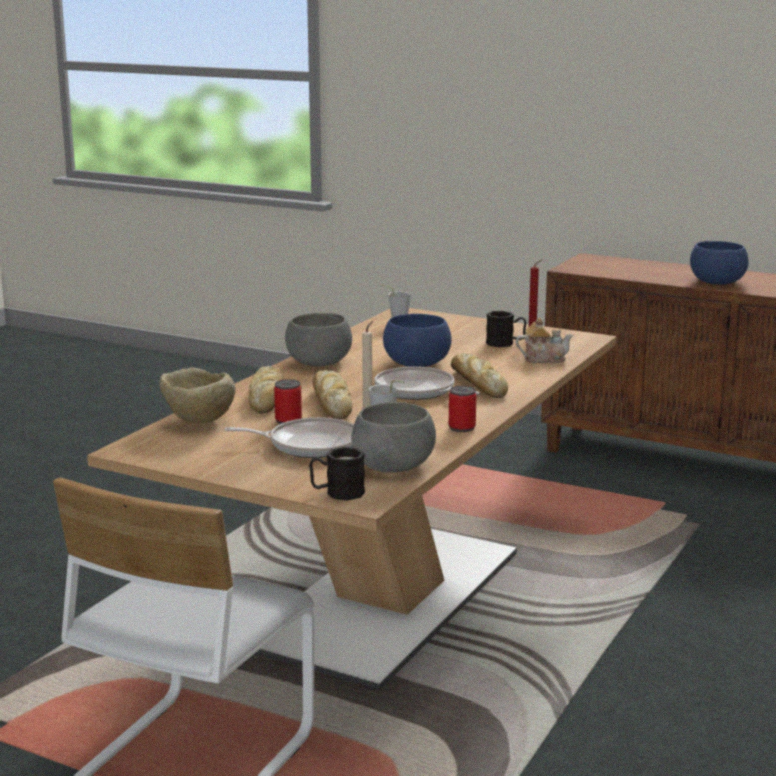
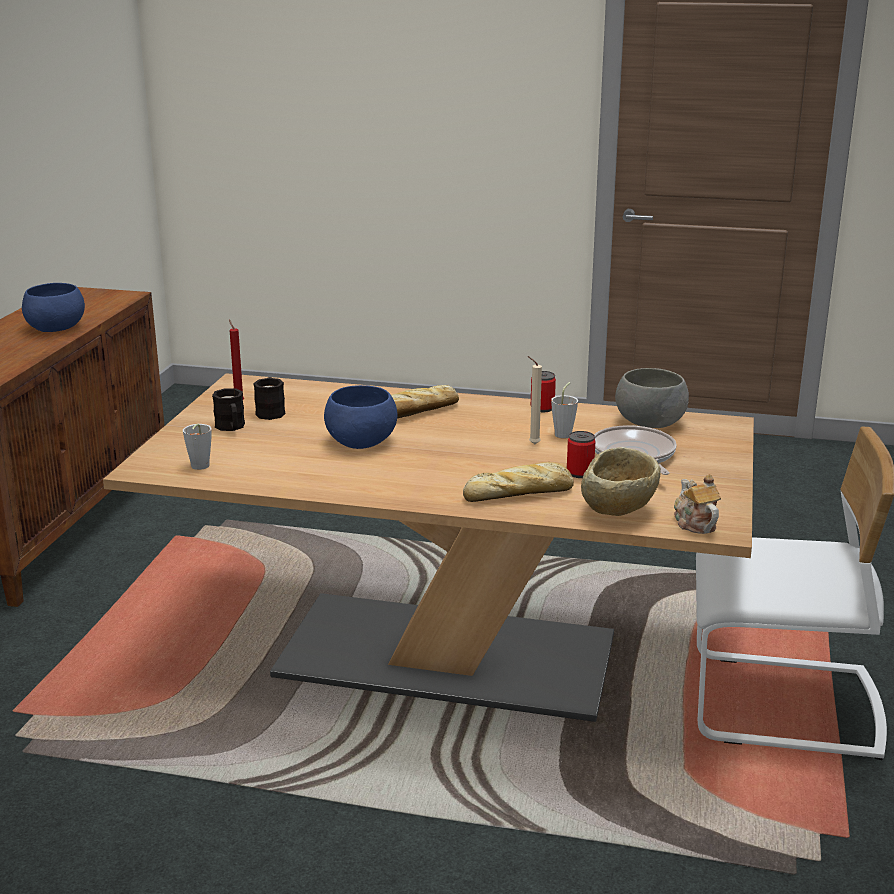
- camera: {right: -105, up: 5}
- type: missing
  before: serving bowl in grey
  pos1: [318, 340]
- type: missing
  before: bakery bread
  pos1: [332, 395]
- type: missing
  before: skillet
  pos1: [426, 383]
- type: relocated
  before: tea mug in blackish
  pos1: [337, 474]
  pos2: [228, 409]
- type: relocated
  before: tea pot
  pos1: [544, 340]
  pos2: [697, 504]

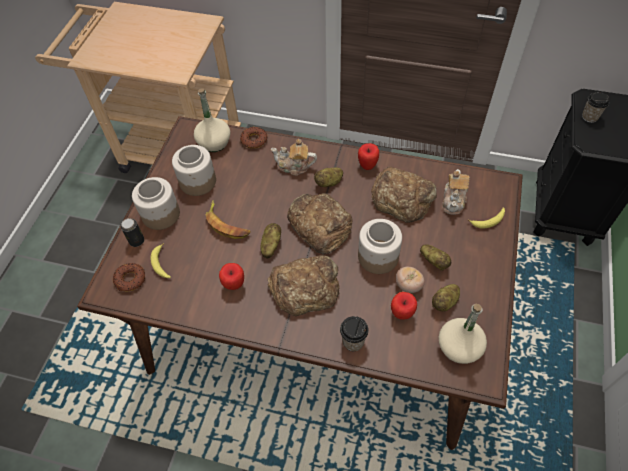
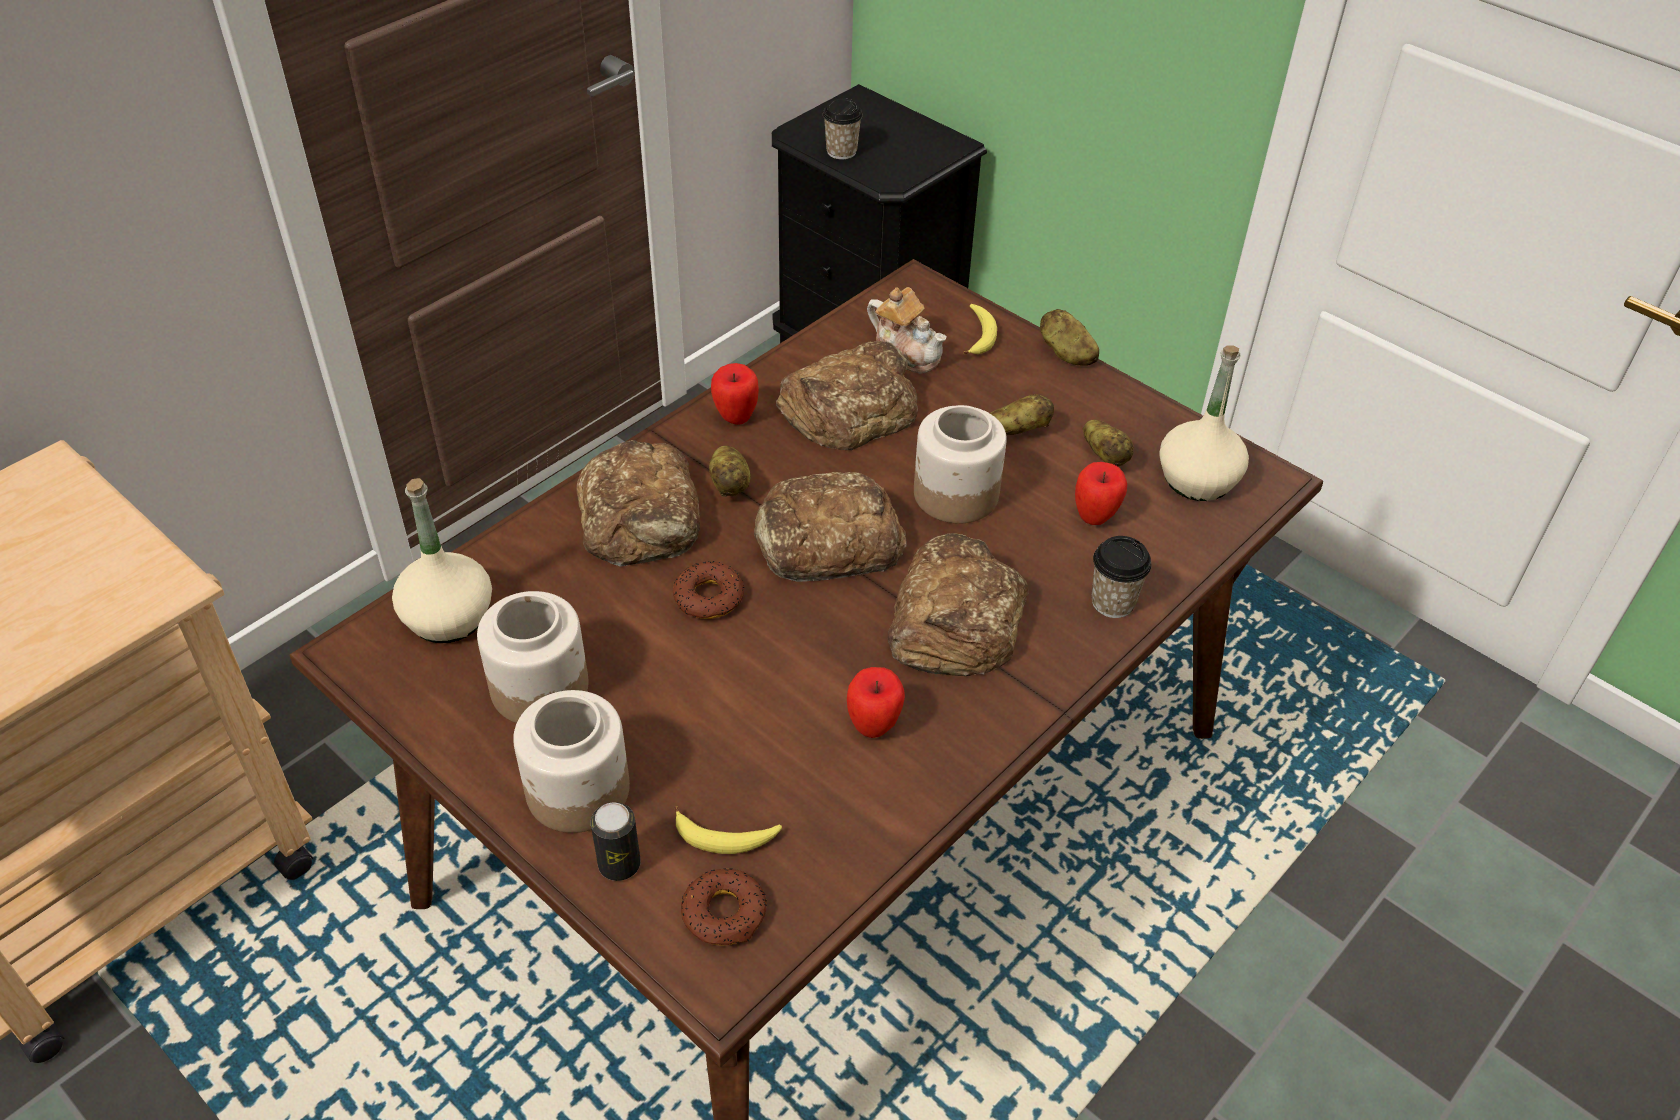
- camera: {right: -65, up: -10}
- type: missing
  before: whole banana
  pos1: [228, 219]
- type: missing
  before: whole tomato
  pos1: [410, 279]
- type: relocated
  before: donut
  pos1: [253, 138]
  pos2: [708, 590]
- type: relocated
  before: potato
  pos1: [270, 241]
  pos2: [1069, 337]
- type: exchanged
  before: tea pot
  after: bakery bread
  pos1: [294, 157]
  pos2: [638, 503]

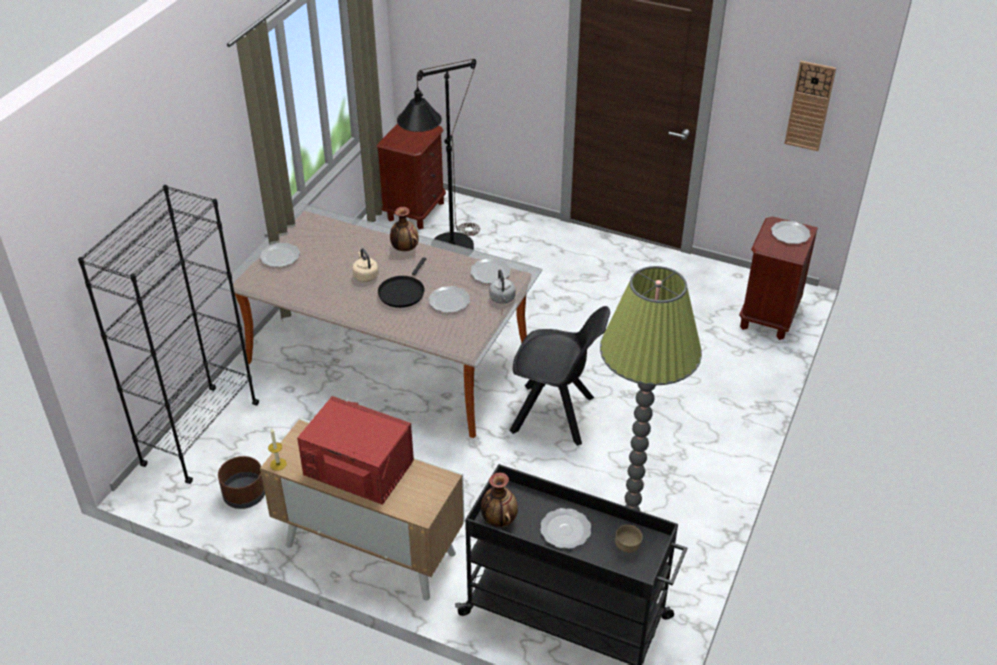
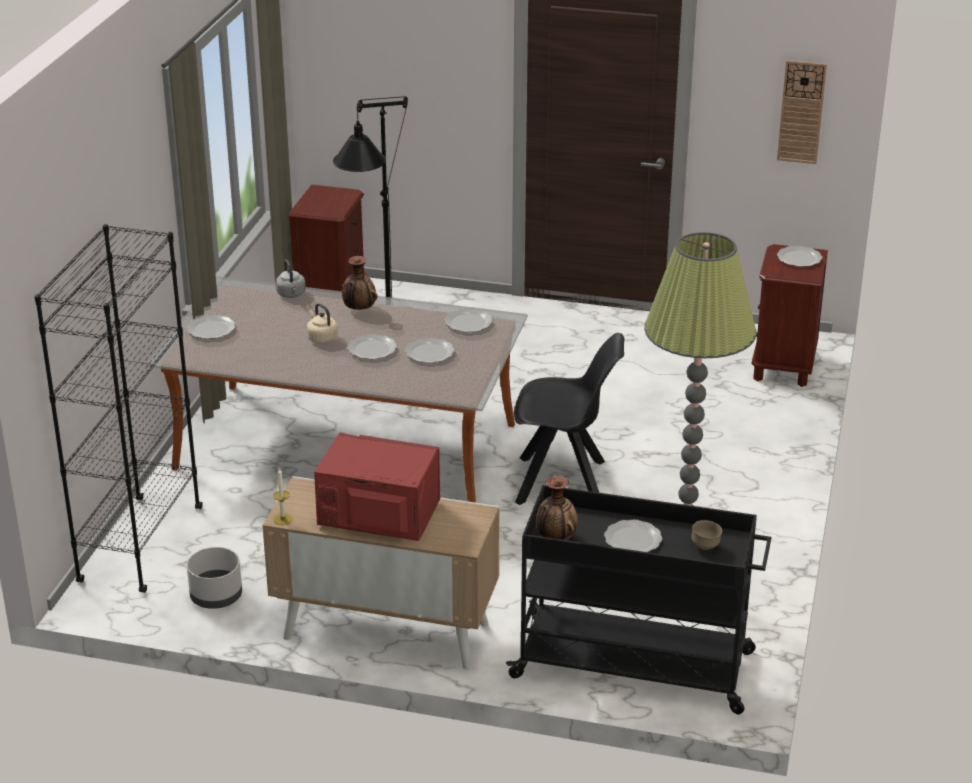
- camera: {right: -10, up: -10}
- type: relocated
  before: tea kettle in grey
  pos1: [502, 286]
  pos2: [291, 278]
- type: exchanged
  before: skillet in blackish
  after: dinner plate
  pos1: [402, 282]
  pos2: [372, 346]
- type: colour
  before: flower pot in brown
  after: flower pot in grey
  pos1: [241, 482]
  pos2: [214, 578]

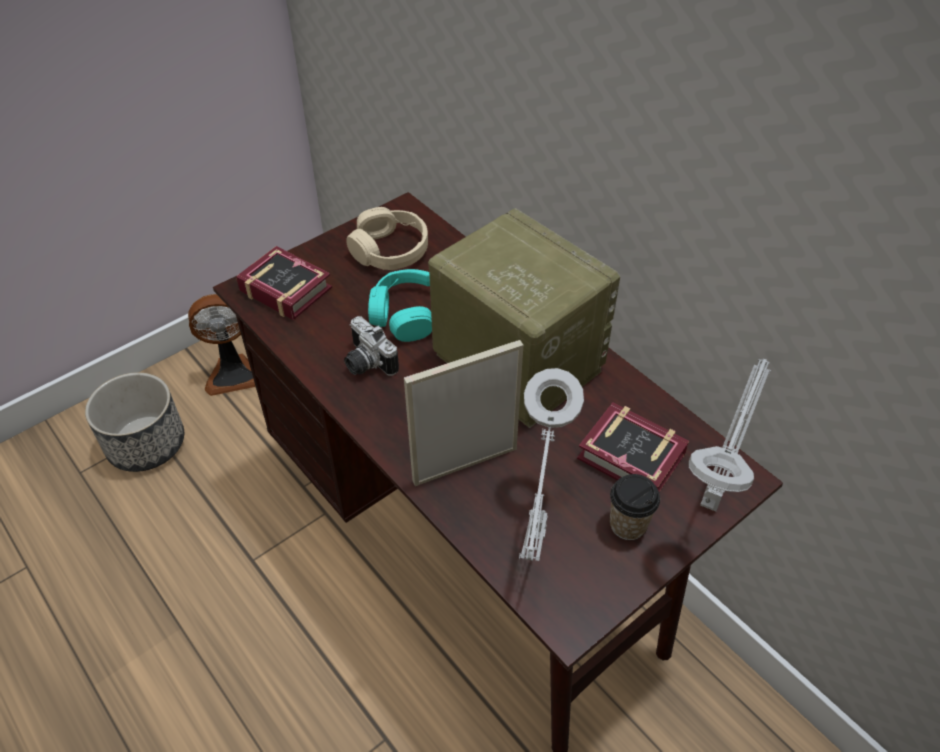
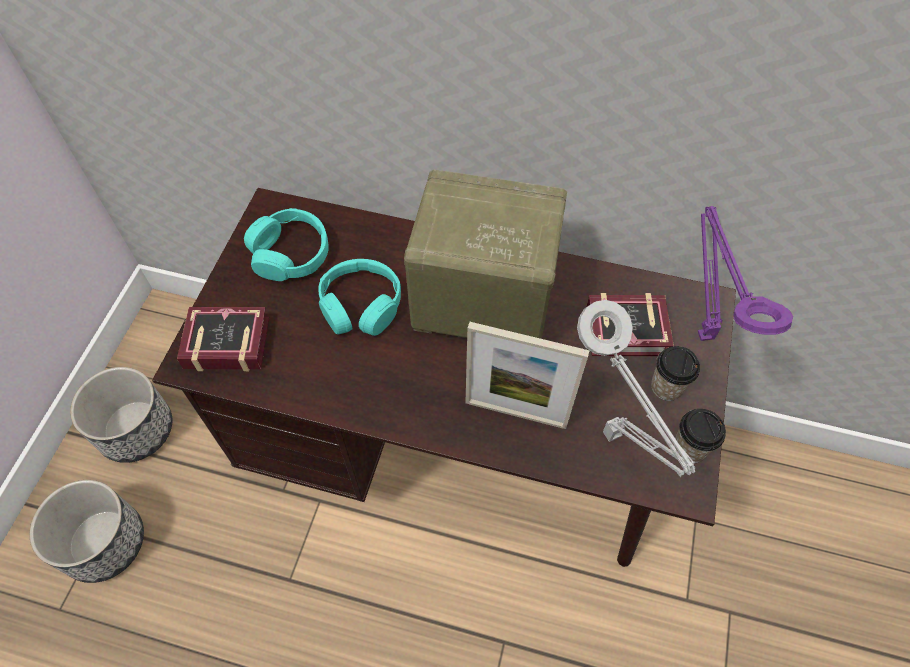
- camera: {right: -35, up: 10}
- type: missing
  before: still camera
  pos1: [371, 346]
- type: appeared
  after: drinking cup
  pos2: [699, 436]
- type: exchanged
  before: fan
  after: flower pot
  pos1: [222, 345]
  pos2: [121, 415]
- type: colour
  before: headset in sand-coloured
  after: headset in blue-green
  pos1: [387, 238]
  pos2: [286, 244]
- type: colour
  before: tabletop lamp in grey
  after: tabletop lamp in purplish
  pos1: [730, 435]
  pos2: [745, 273]
- type: spun
  before: photo frame
  pos1: [463, 413]
  pos2: [527, 375]
  turn: -105

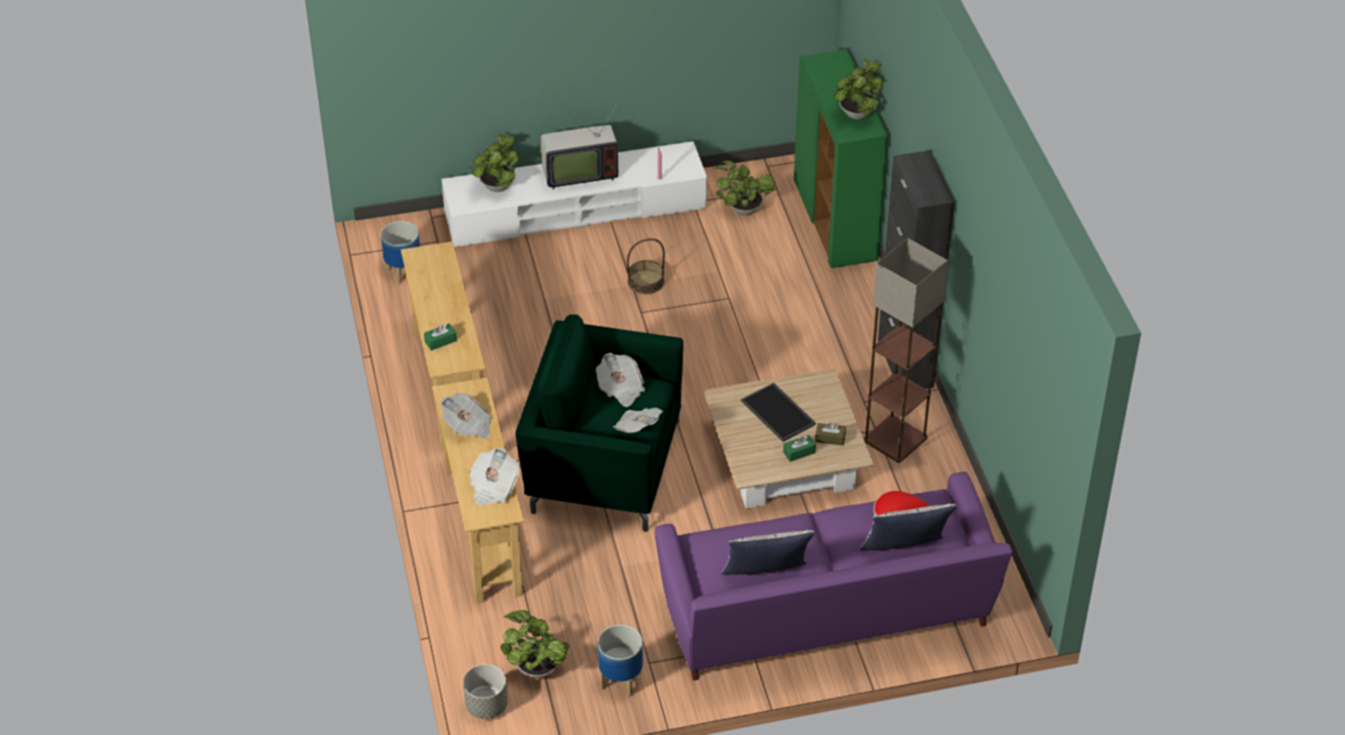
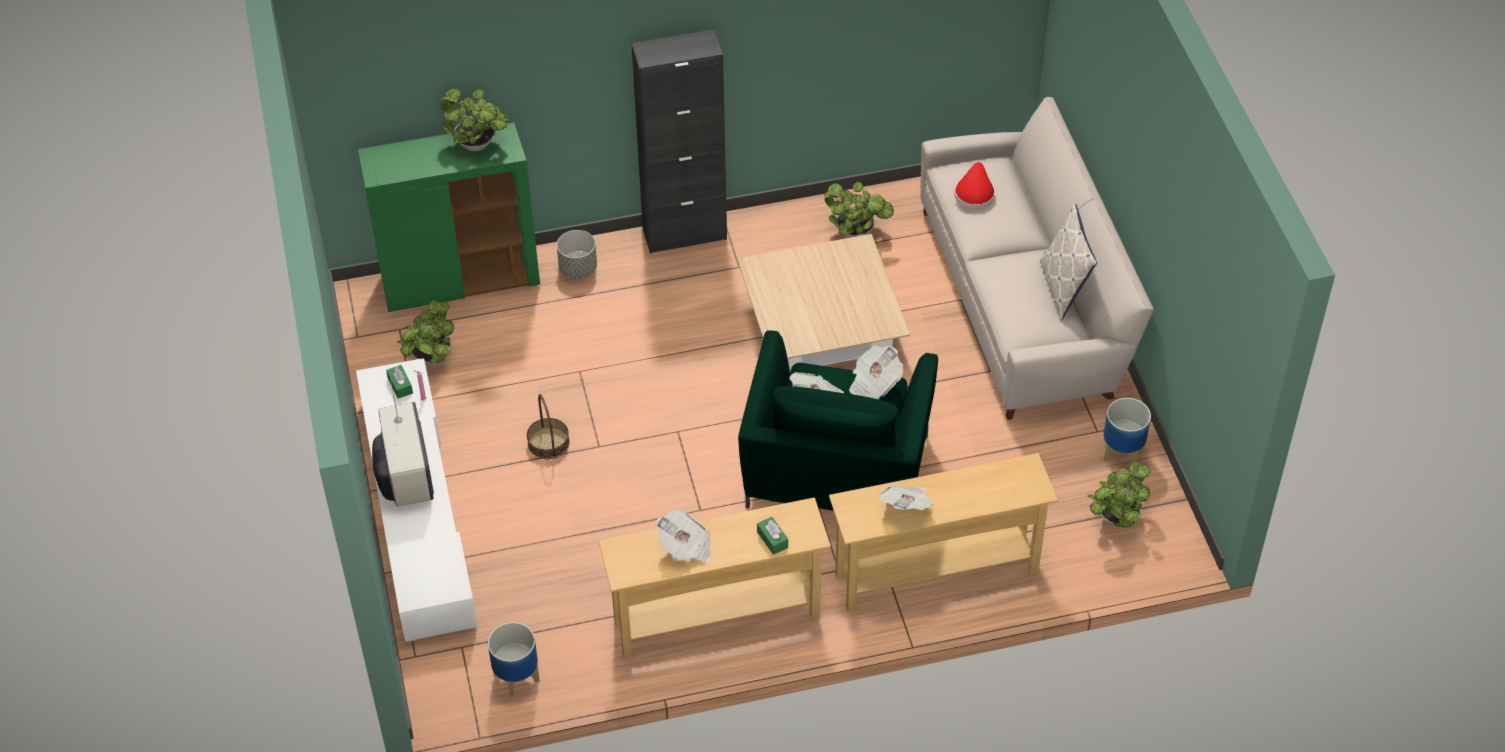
- camera: {right: -90, up: 5}
- type: missing
  before: serving tray
  pos1: [778, 412]
- type: missing
  before: tissue box in brown
  pos1: [830, 434]
- type: missing
  before: cushion
  pos1: [908, 527]
- type: missing
  before: standing lamp
  pos1: [905, 350]
- type: relocated
  before: flower pot in grey
  pos1: [485, 691]
  pos2: [577, 254]
- type: relocated
  before: potted plant
  pos1: [494, 163]
  pos2: [859, 210]
- type: relocated
  before: printed paper
  pos1: [494, 476]
  pos2: [683, 536]
- type: relocated
  before: tissue box in green
  pos1: [799, 448]
  pos2: [399, 382]
- type: colour
  before: settee in purplish
  after: settee in sand-coloured
  pos1: [833, 576]
  pos2: [1037, 258]

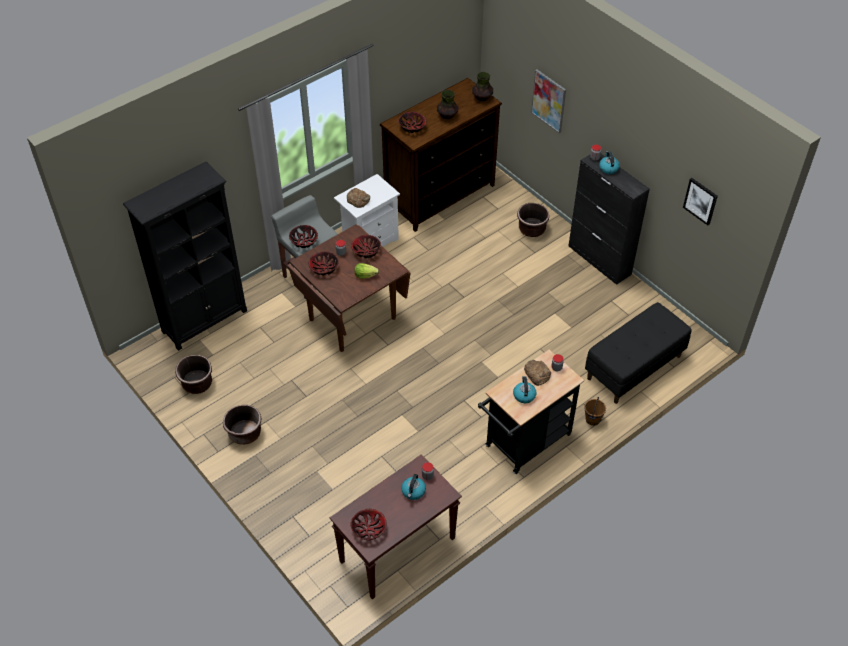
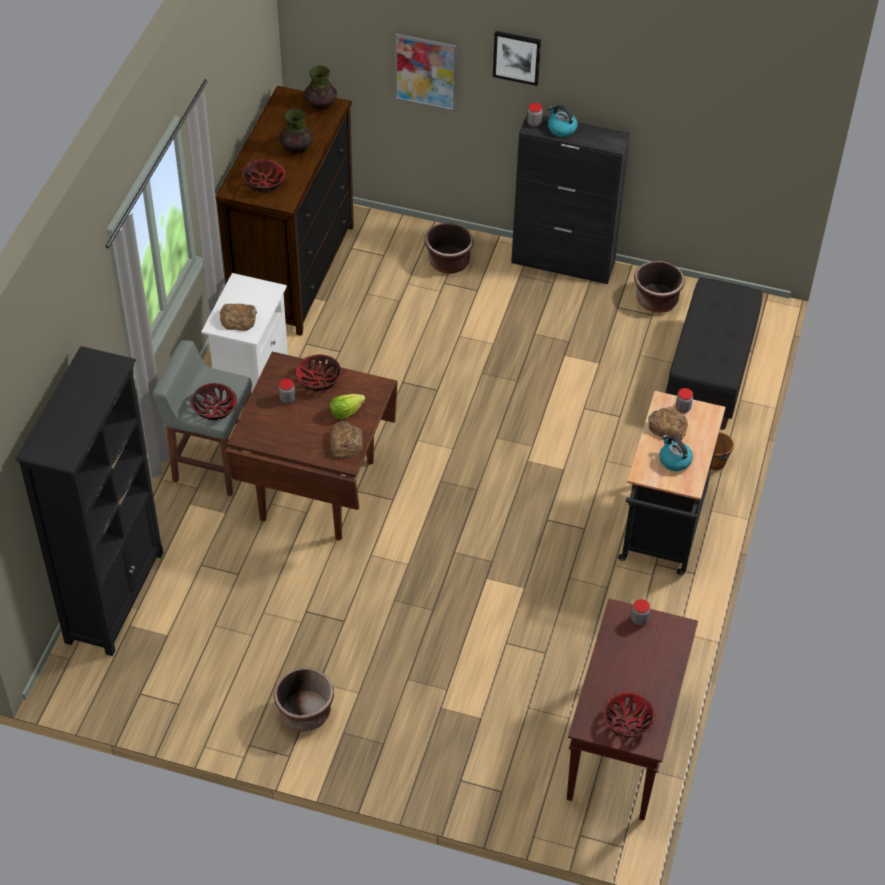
- camera: {right: -35, up: 0}
- type: missing
  before: serving bowl
  pos1: [324, 263]
- type: missing
  before: tea kettle
  pos1: [413, 487]
- type: appeared
  after: bakery bread
  pos2: [346, 439]
- type: relocated
  before: flower pot in brown
  pos1: [193, 374]
  pos2: [659, 287]
- type: relocated
  before: picture
  pos1: [700, 201]
  pos2: [517, 58]

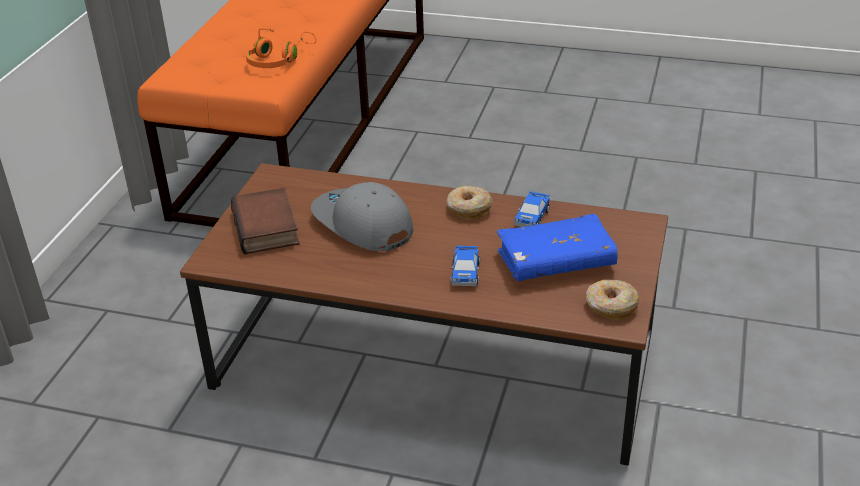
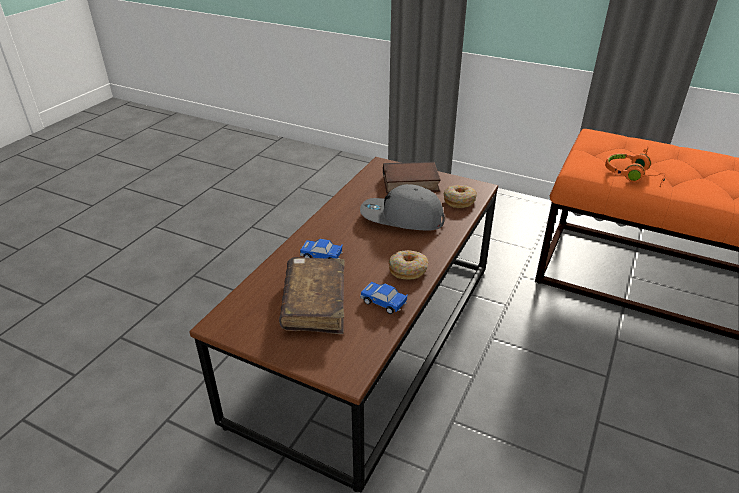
- camera: {right: 100, up: 0}
- type: relocated
  before: donut
  pos1: [613, 300]
  pos2: [460, 196]
- type: colour
  before: volume in blue
  after: volume in brown
  pos1: [557, 247]
  pos2: [312, 295]
- type: spun
  before: peaked cap in grey
  pos1: [362, 216]
  pos2: [402, 207]
  turn: -135

